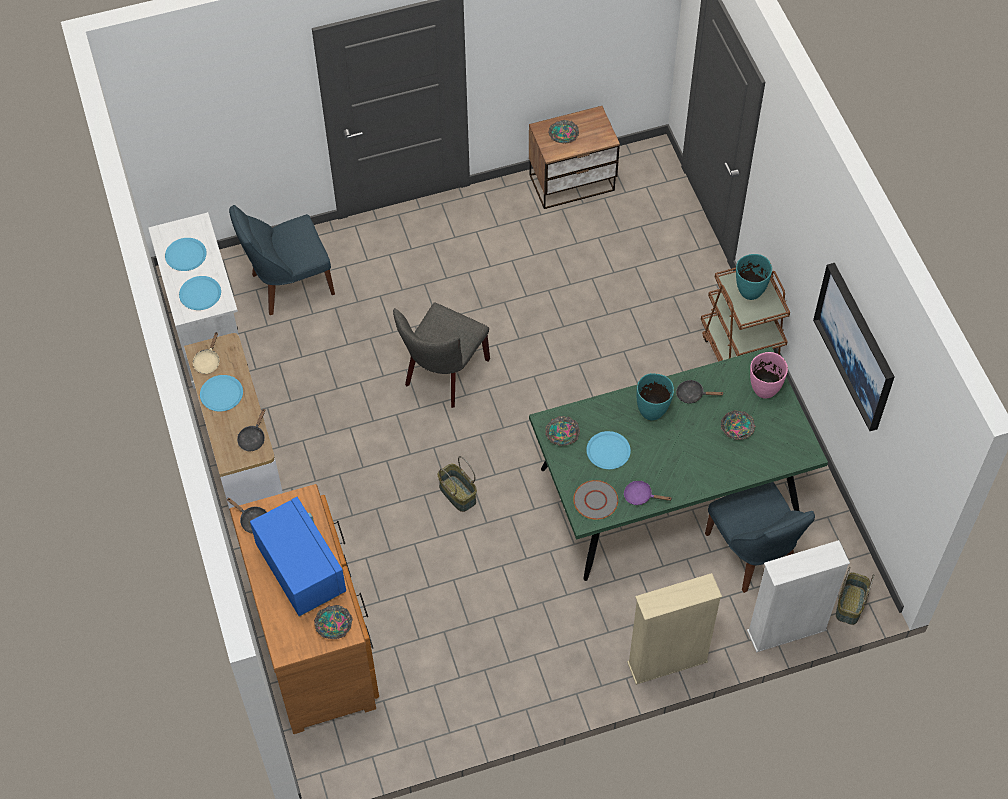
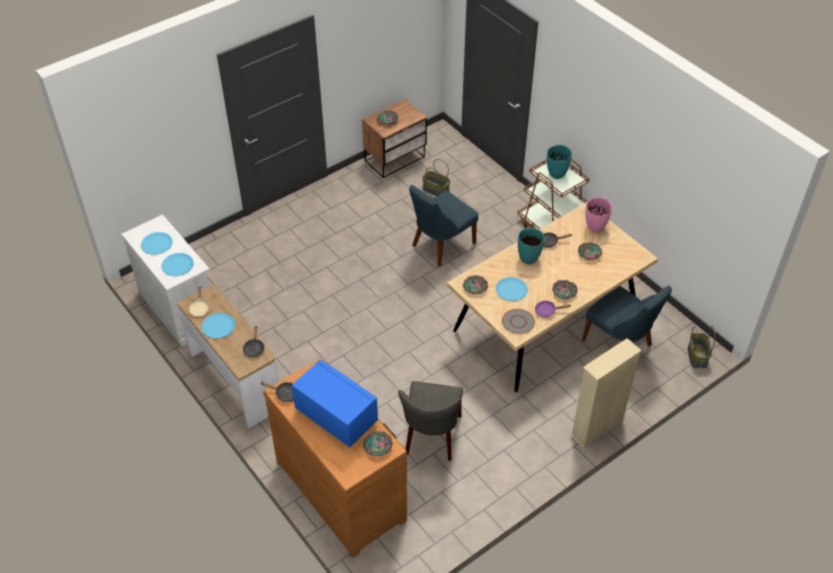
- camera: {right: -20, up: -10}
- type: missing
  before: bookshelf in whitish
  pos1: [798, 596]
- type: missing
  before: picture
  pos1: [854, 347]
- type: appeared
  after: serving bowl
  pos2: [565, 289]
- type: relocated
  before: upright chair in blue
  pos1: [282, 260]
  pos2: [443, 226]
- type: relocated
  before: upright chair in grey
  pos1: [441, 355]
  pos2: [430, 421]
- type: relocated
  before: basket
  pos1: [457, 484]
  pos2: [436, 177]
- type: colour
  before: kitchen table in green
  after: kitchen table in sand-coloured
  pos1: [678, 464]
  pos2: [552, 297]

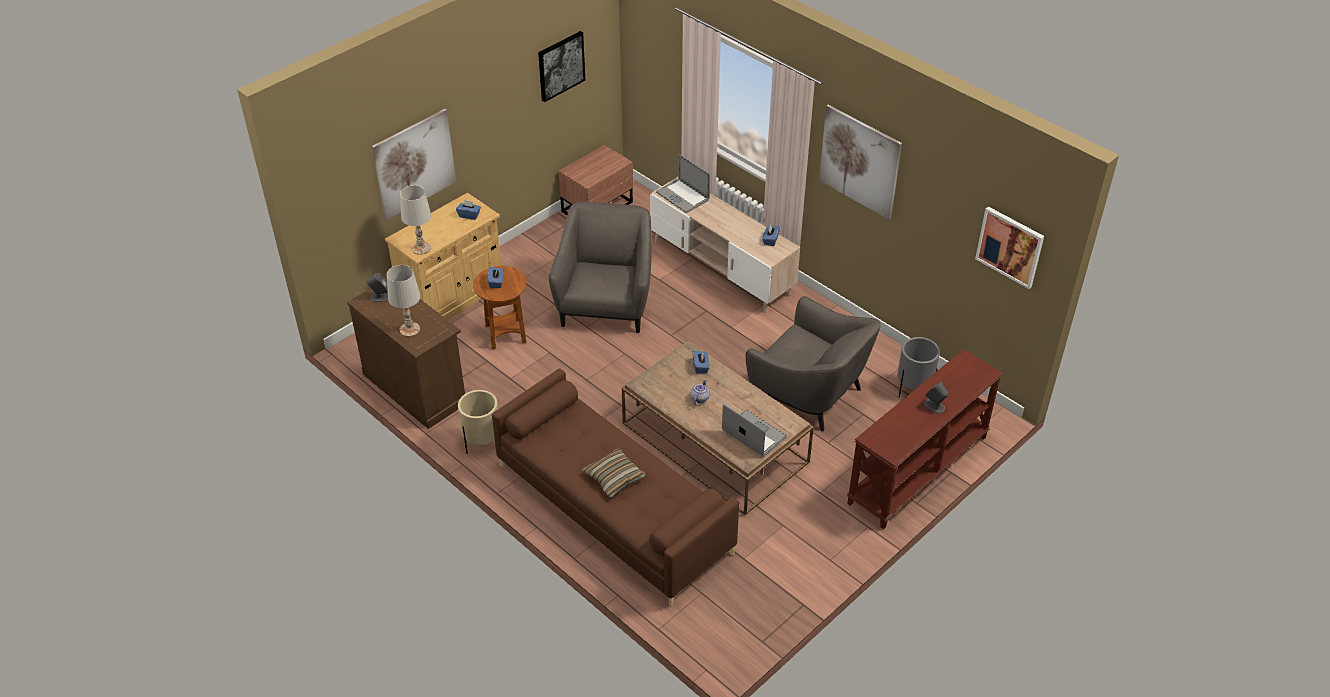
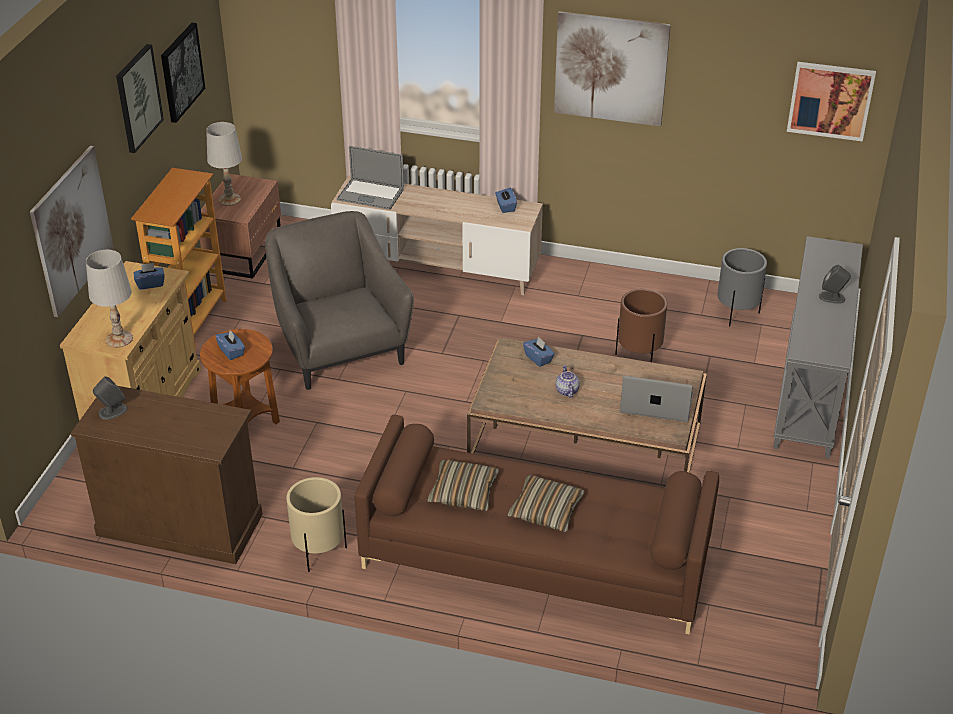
- camera: {right: -30, up: -5}
- type: appeared
  after: picture
  pos2: [140, 98]
- type: appeared
  after: bookshelf
  pos2: [178, 257]
- type: appeared
  after: cushion
  pos2: [463, 485]
- type: relocated
  before: tabletop lamp in whitish
  pos1: [403, 301]
  pos2: [224, 164]
- type: exchanged
  before: easy chair in grey
  after: flower pot in brown
  pos1: [813, 363]
  pos2: [641, 325]
- type: colour
  before: narrow table in brown
  after: narrow table in grey
  pos1: [925, 439]
  pos2: [818, 347]

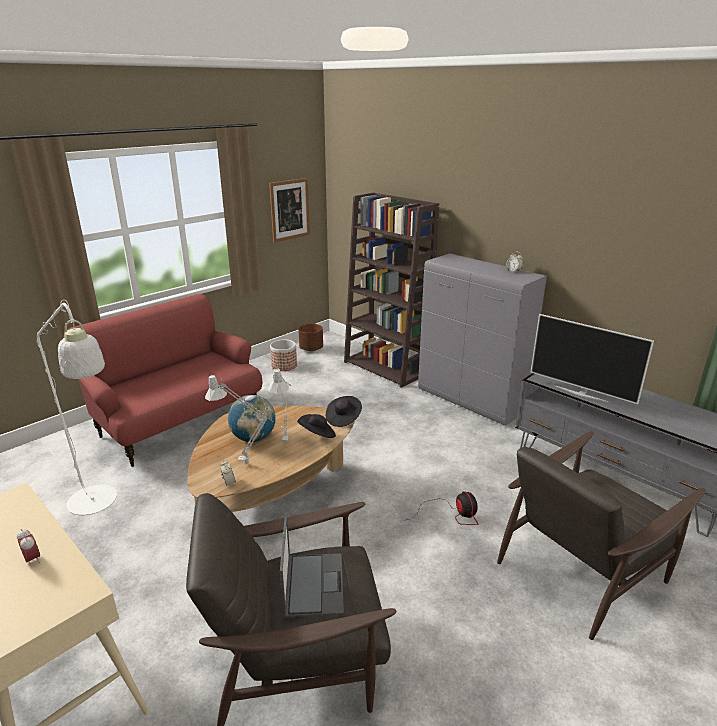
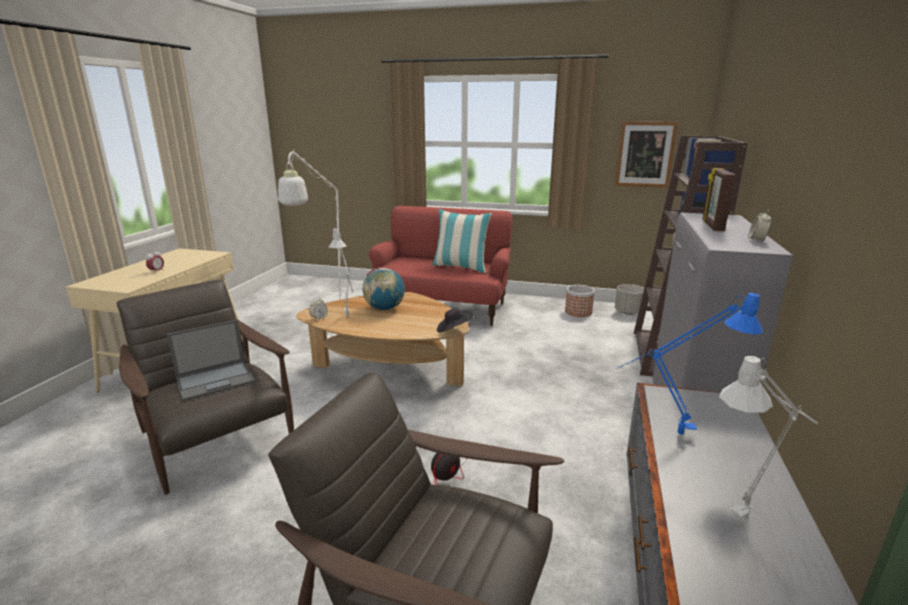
- camera: {right: 60, up: -5}
- type: missing
  before: hat in blackish
  pos1: [316, 426]
- type: appeared
  after: cushion
  pos2: [462, 241]
- type: appeared
  after: photo frame
  pos2: [719, 199]
- type: relocated
  before: tabletop lamp in grey
  pos1: [280, 406]
  pos2: [768, 438]
- type: exchanged
  before: TV set
  after: tabletop lamp in blue
  pos1: [592, 359]
  pos2: [690, 364]
- type: colour
  before: flower pot in brown
  after: flower pot in grey
  pos1: [310, 337]
  pos2: [629, 299]

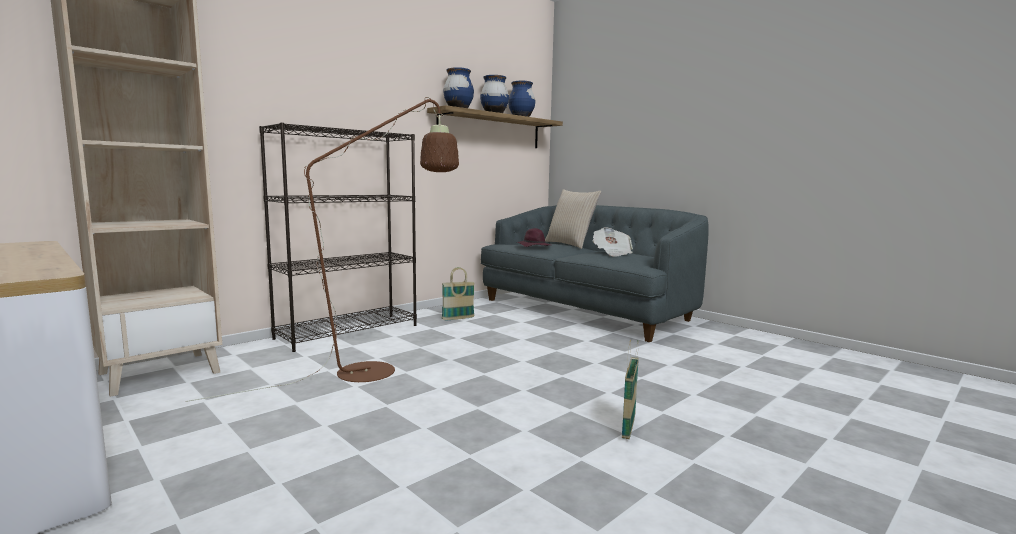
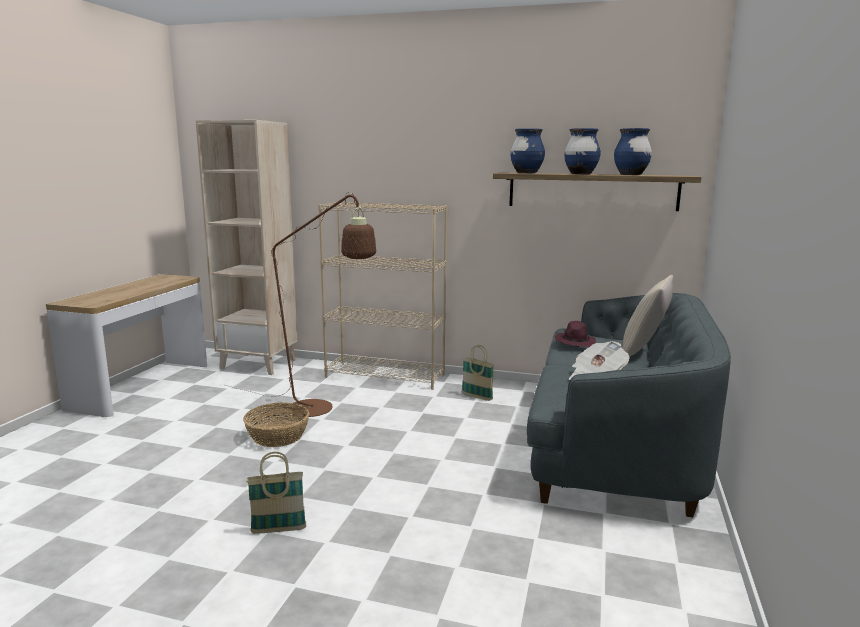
- camera: {right: 60, up: 5}
- type: appeared
  after: basket
  pos2: [276, 424]
- type: colour
  before: bookshelf in blackish
  after: bookshelf in sand-coloured
  pos1: [338, 237]
  pos2: [383, 296]

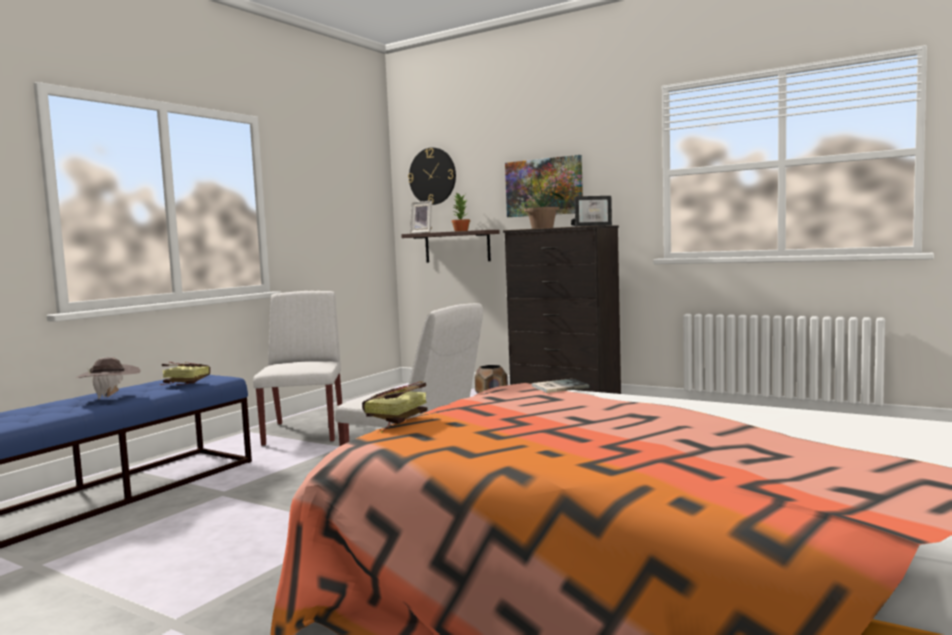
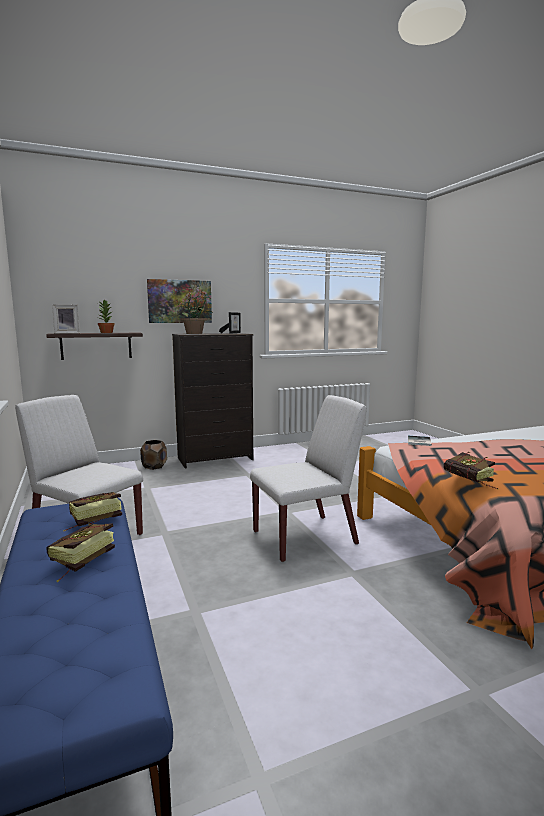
- camera: {right: -55, up: 5}
- type: missing
  before: wall clock
  pos1: [432, 176]
- type: exchanged
  before: hat in brown
  after: volume
  pos1: [108, 378]
  pos2: [81, 552]

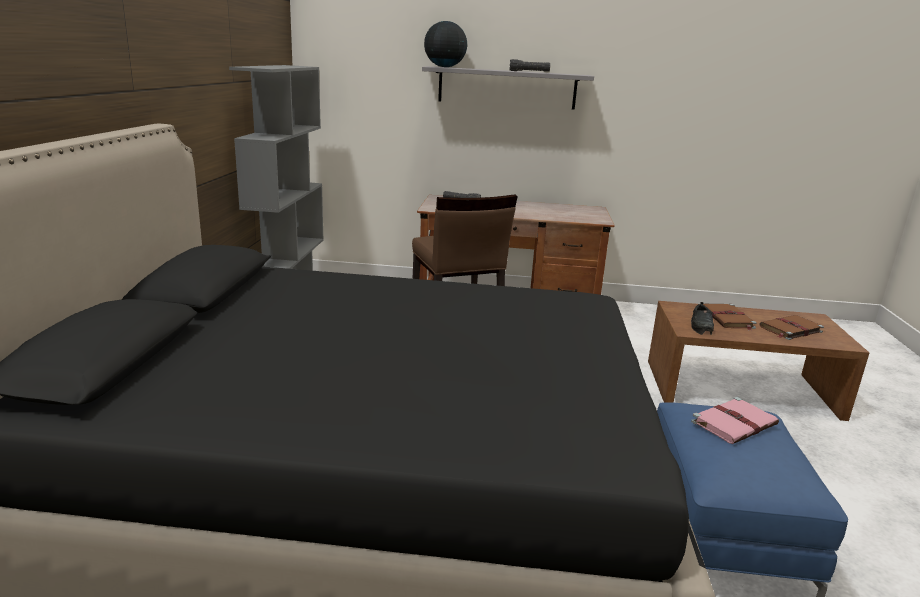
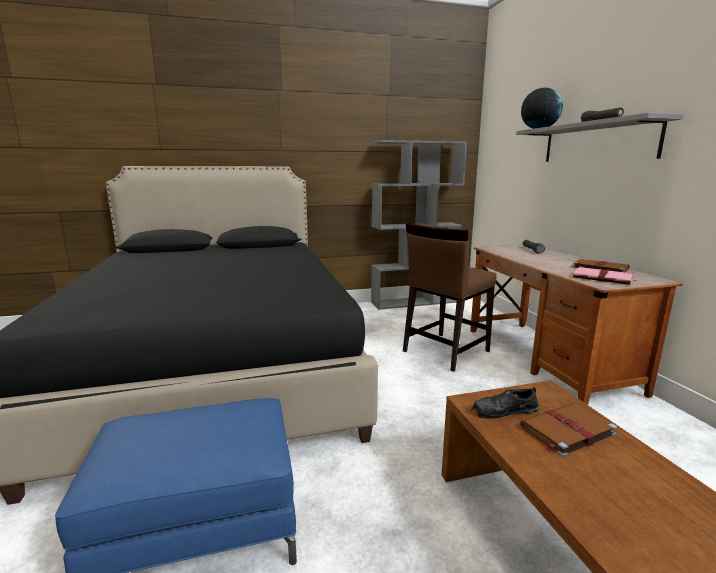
- camera: {right: 70, up: -5}
- type: relocated
  before: volume in pink
  pos1: [735, 420]
  pos2: [605, 276]
- type: relocated
  before: volume in brown
  pos1: [791, 327]
  pos2: [600, 265]

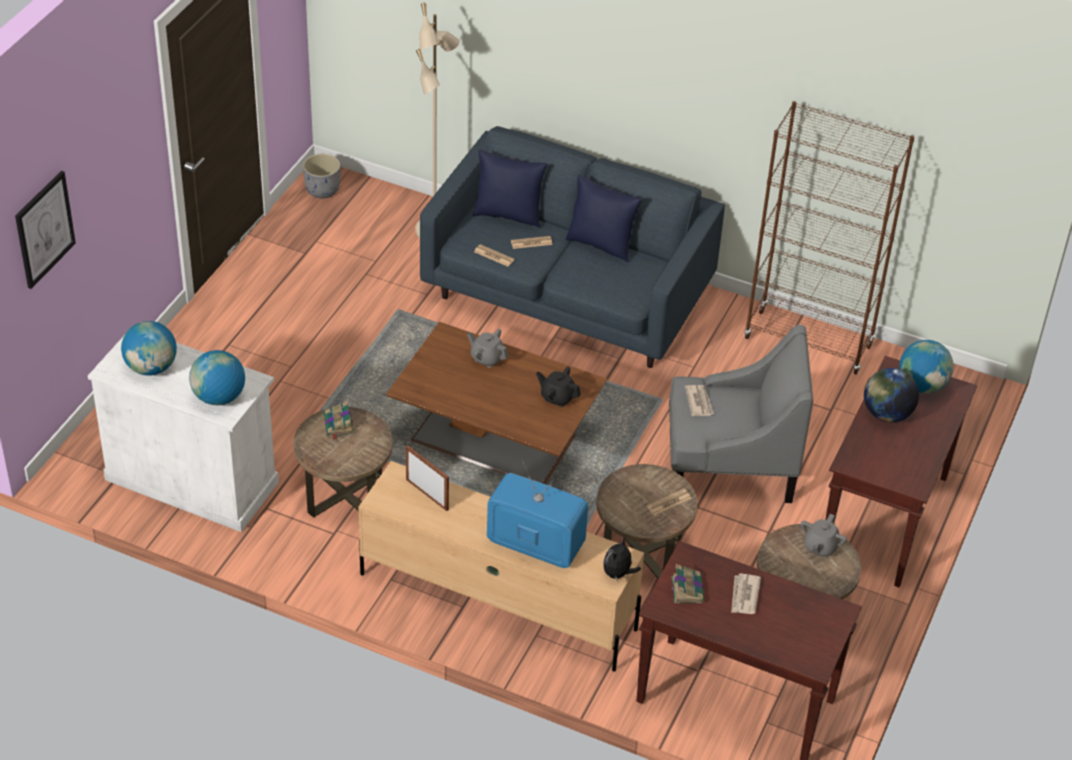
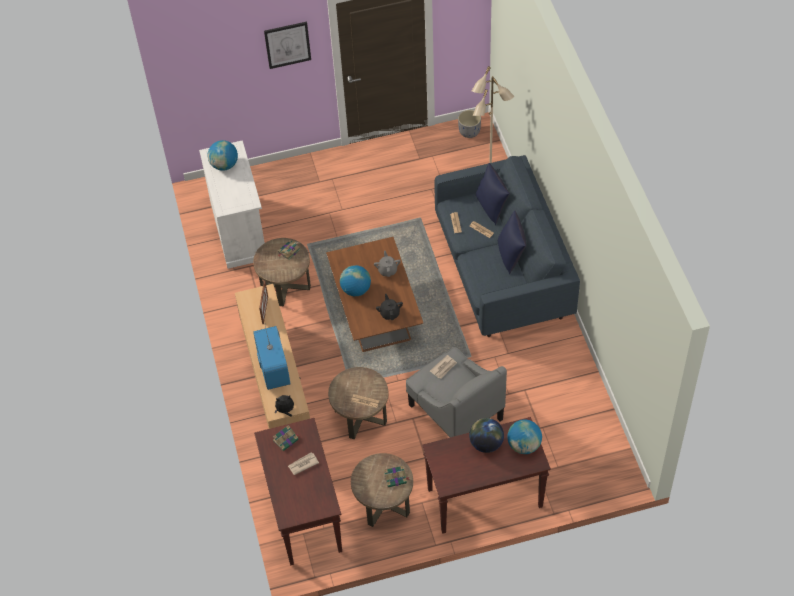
- camera: {right: 55, up: 10}
- type: missing
  before: bookshelf in brown
  pos1: [829, 237]
- type: relocated
  before: picture
  pos1: [45, 230]
  pos2: [287, 45]
- type: relocated
  before: desk globe
  pos1: [217, 377]
  pos2: [355, 280]
- type: exchanged
  before: tea pot in grey
  after: volume
  pos1: [824, 536]
  pos2: [397, 476]

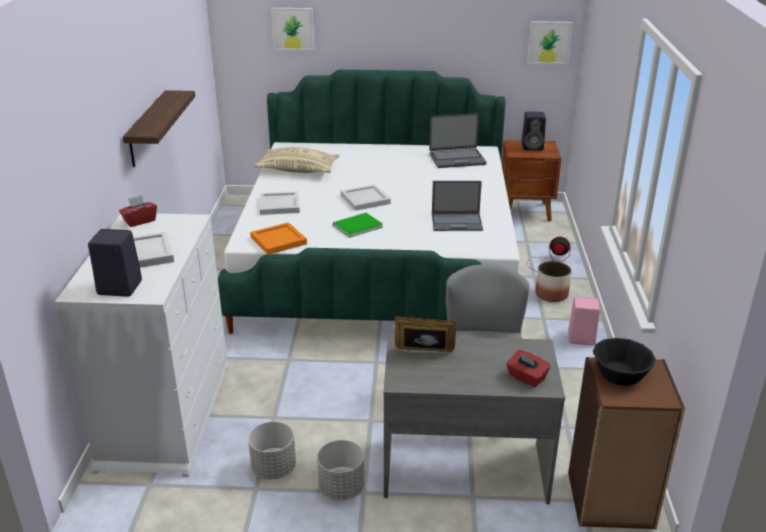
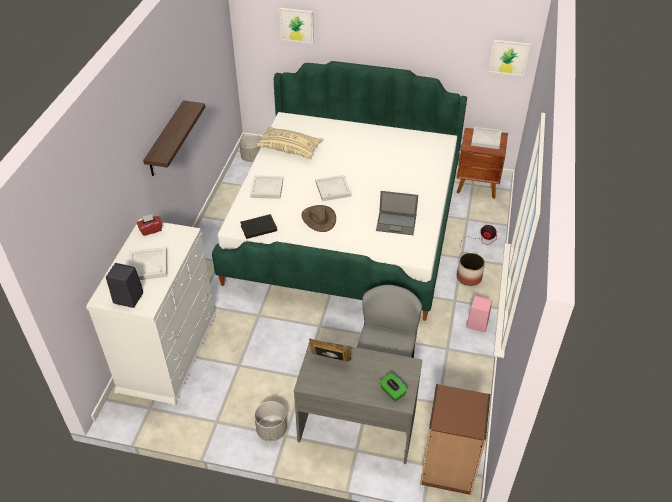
- camera: {right: 10, up: 15}
- type: missing
  before: laptop
  pos1: [458, 140]
- type: missing
  before: serving bowl in blackish
  pos1: [624, 362]
- type: relocated
  before: flower pot in grey
  pos1: [272, 450]
  pos2: [250, 148]
- type: exchanged
  before: serving tray in orange
  after: volume in blackish
  pos1: [278, 238]
  pos2: [258, 226]
- type: exchanged
  before: volume in green
  after: hat in brown
  pos1: [358, 225]
  pos2: [318, 218]
- type: exchanged
  before: speaker in blackish
  after: serving tray in whitish
  pos1: [533, 131]
  pos2: [486, 137]
- type: colour
  before: tissue box in red-coloured
  after: tissue box in green
  pos1: [528, 368]
  pos2: [393, 387]

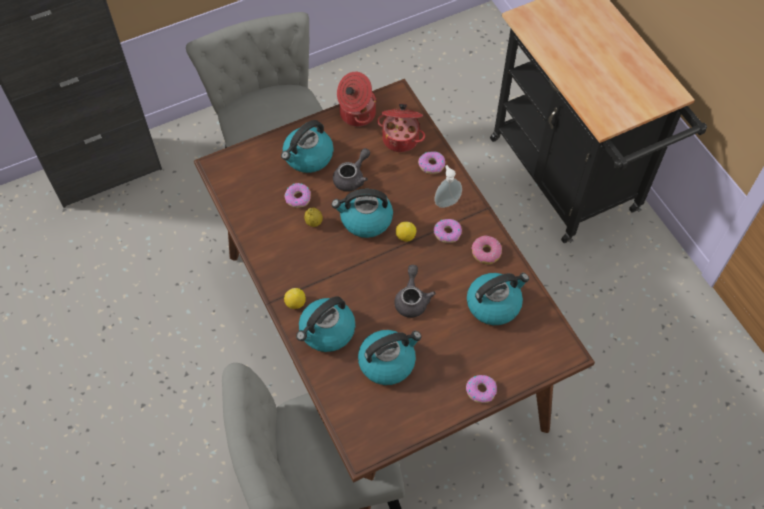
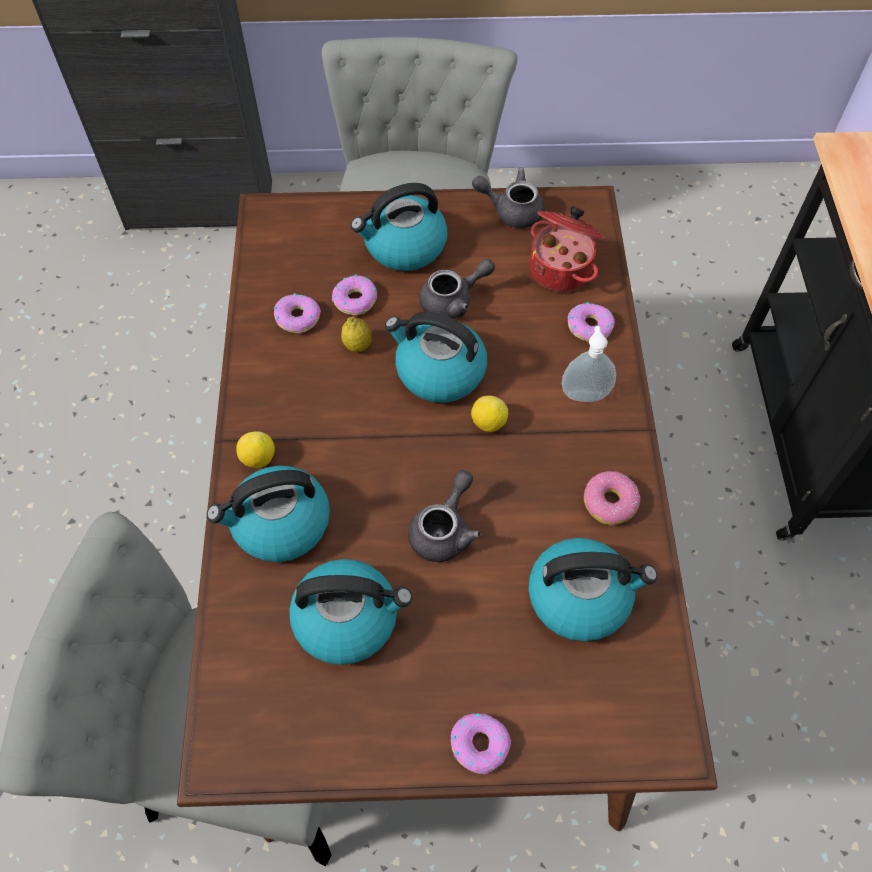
- camera: {right: 25, up: 0}
- type: relocated
  before: donut
  pos1: [448, 231]
  pos2: [297, 313]
- type: exchanged
  before: saucepot
  after: tea pot in grey
  pos1: [357, 99]
  pos2: [508, 198]

